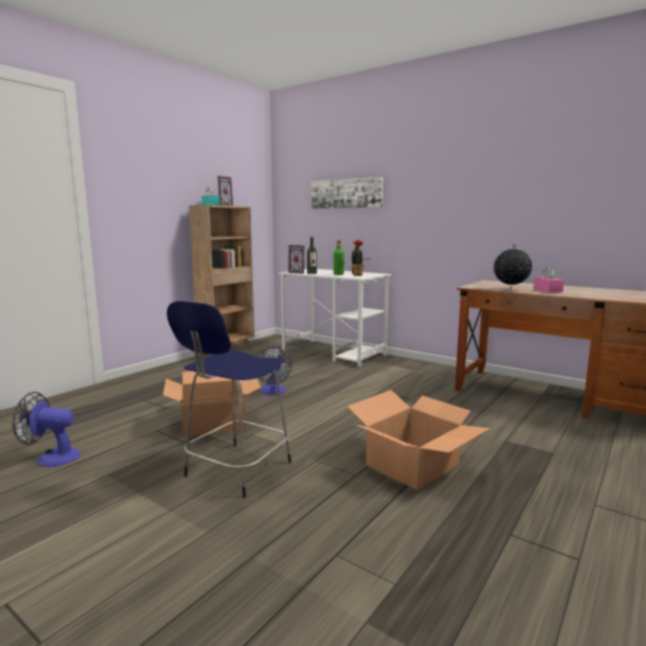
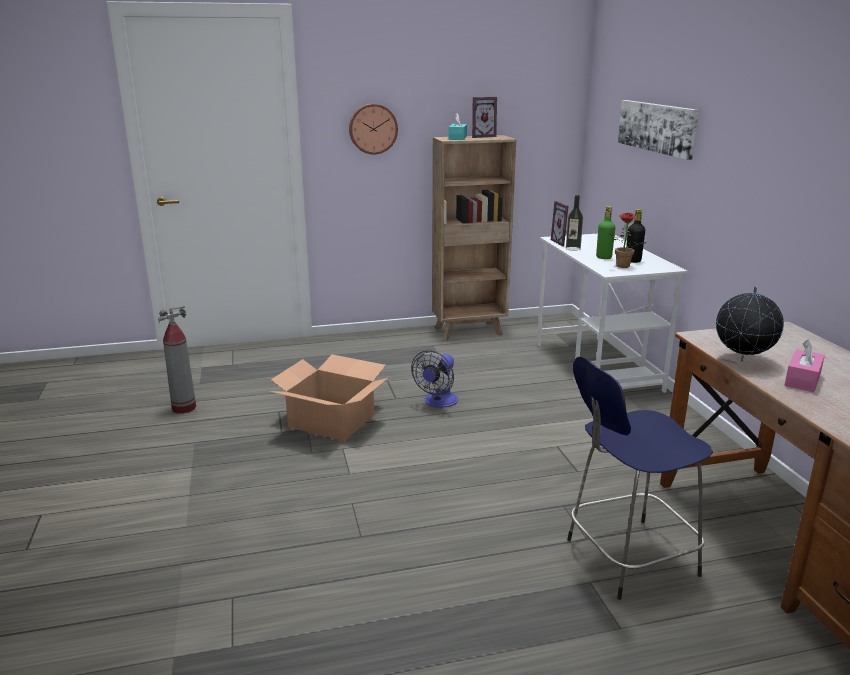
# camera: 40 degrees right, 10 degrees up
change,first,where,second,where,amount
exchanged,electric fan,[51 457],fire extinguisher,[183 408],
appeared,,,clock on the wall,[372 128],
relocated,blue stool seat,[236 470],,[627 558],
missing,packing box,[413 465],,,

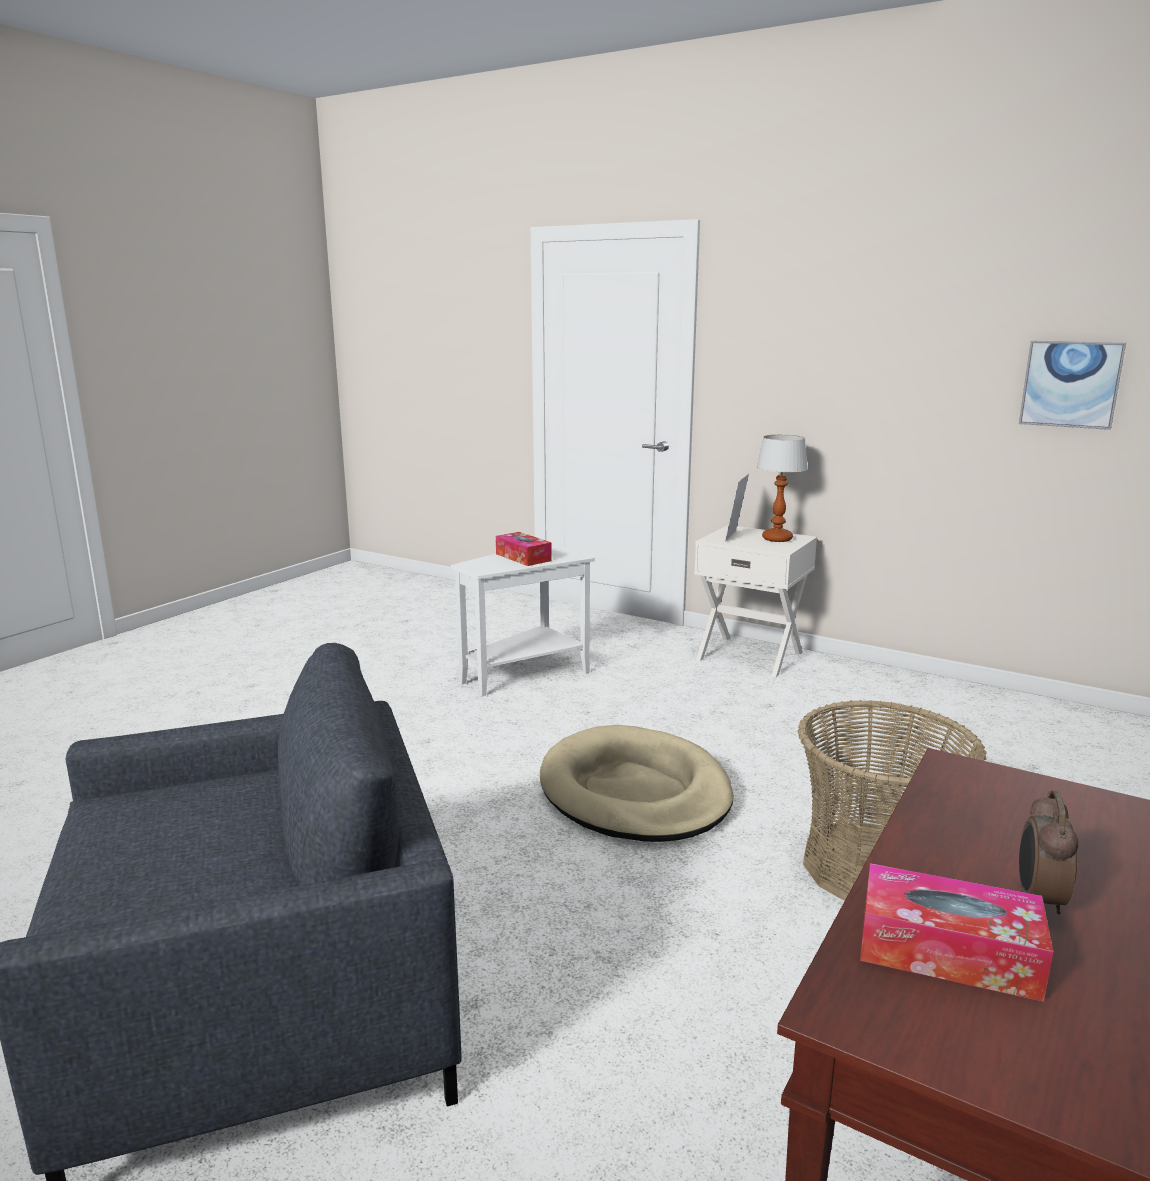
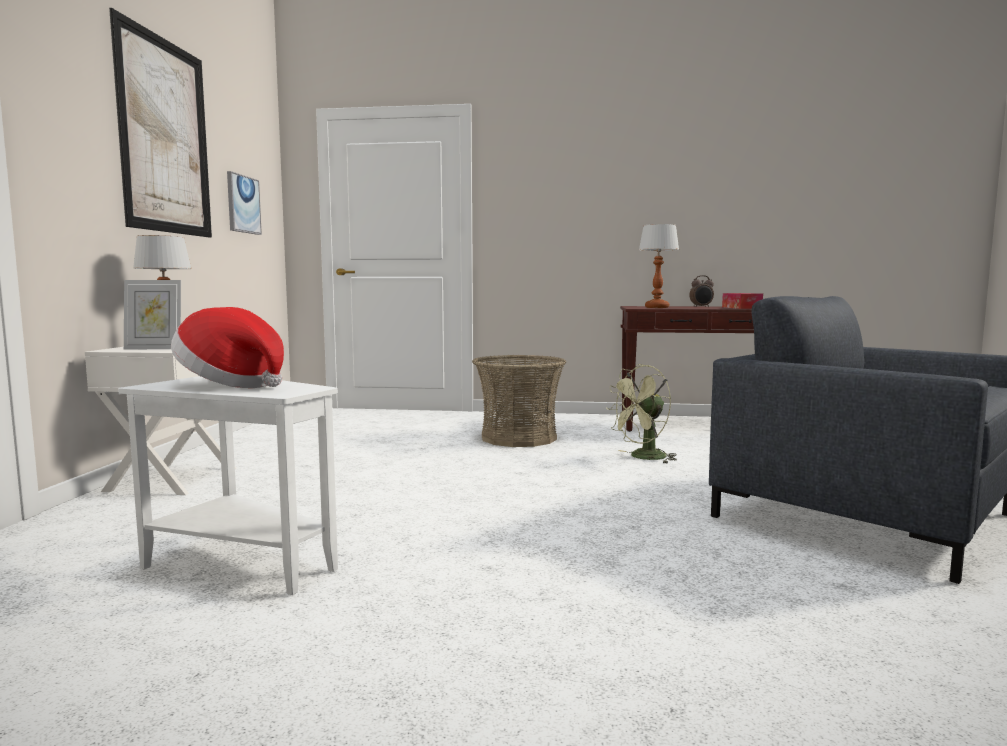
# camera: 115 degrees left, 10 degrees down
change,first,where,second,where,amount
appeared,,,picture,[165 136],
exchanged,tissue holder,[523 557],wearable hat,[231 384],
appeared,,,green electric fan,[643 457],
appeared,,,tabletop lamp,[656 307],
missing,beige dog cushion,[635 792],,,

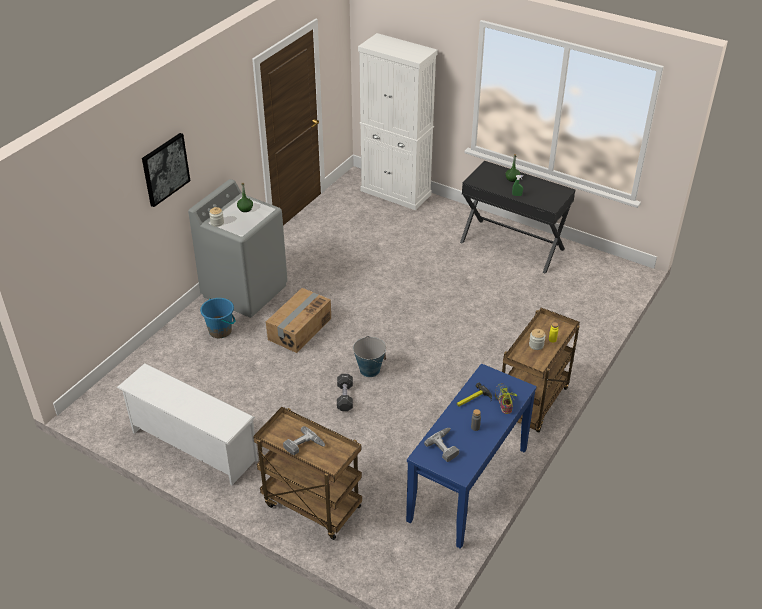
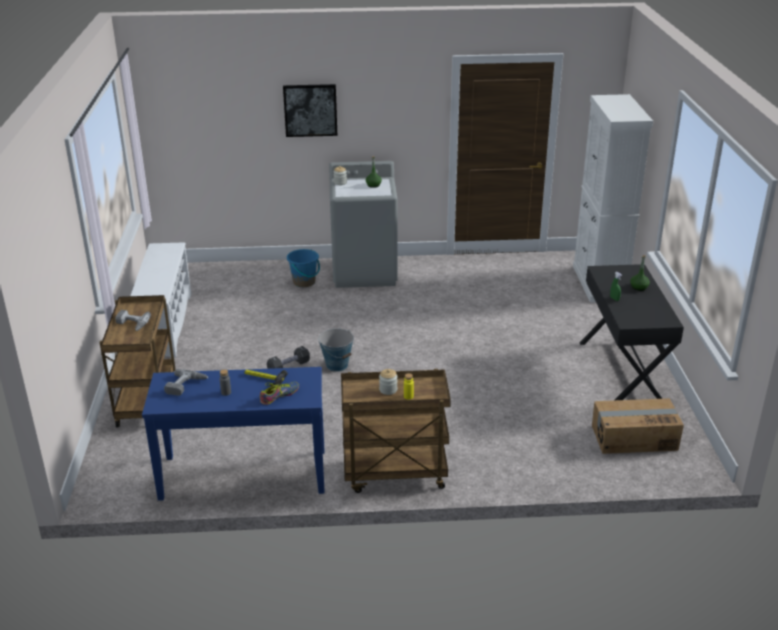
# camera: 55 degrees right, 10 degrees down
change,first,where,second,where,amount
relocated,packing box,[299 329],,[633 437],

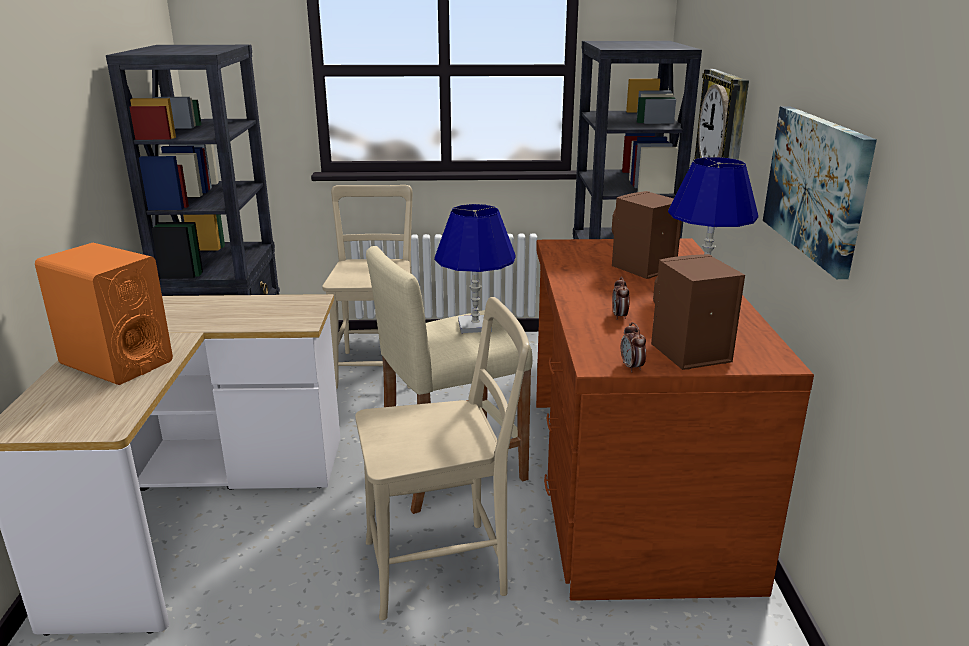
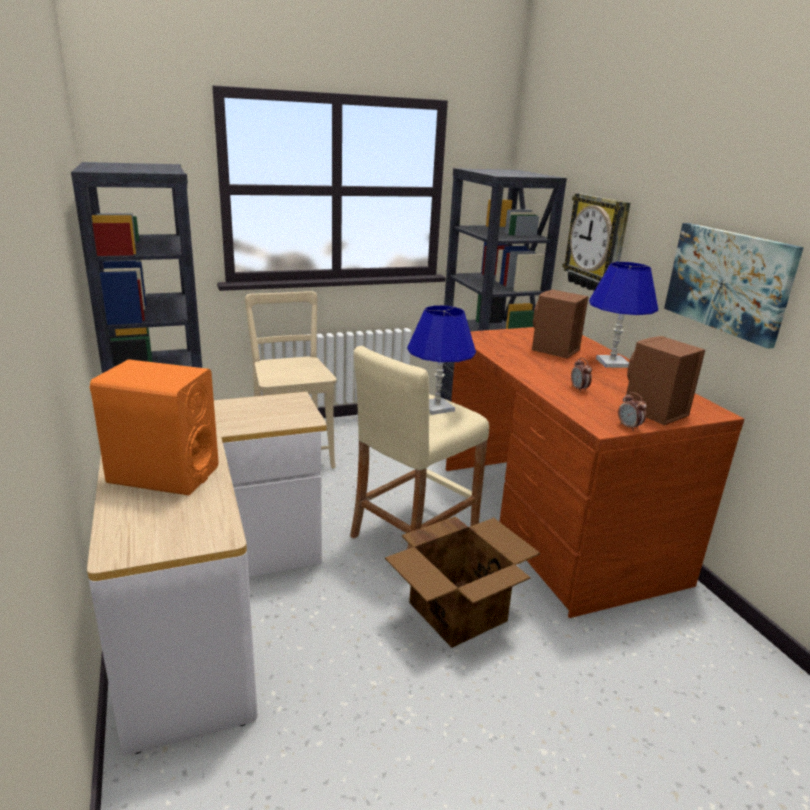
# camera: 20 degrees left, 0 degrees up
change,first,where,second,where,amount
exchanged,beige plain chair,[443 566],packing box,[459 611],

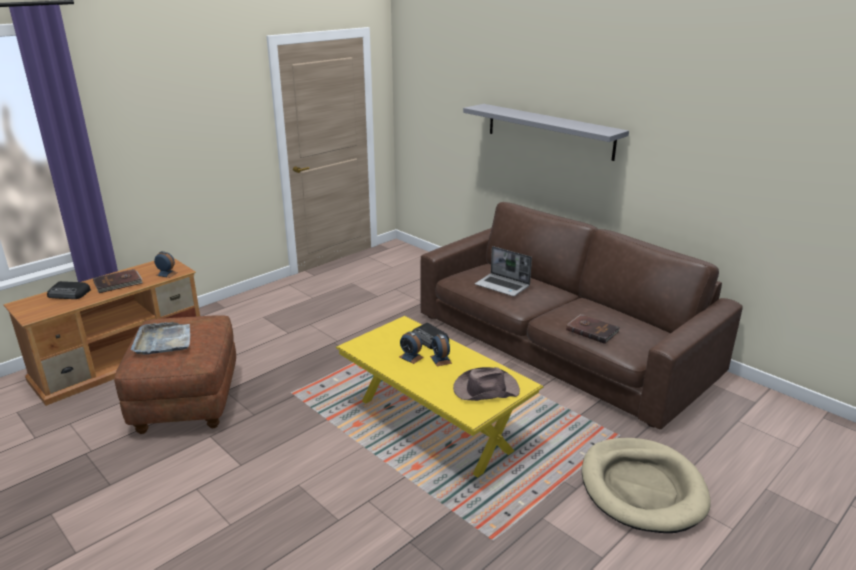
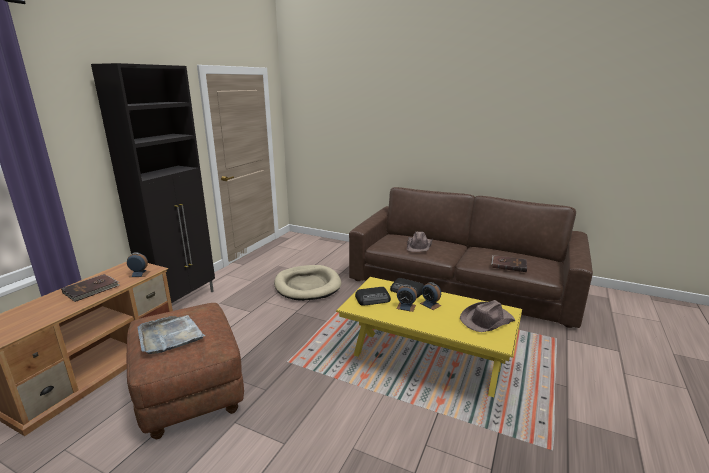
# camera: 20 degrees left, 5 degrees down
change,first,where,second,where,amount
appeared,,,black-coloured cabinet,[183 301],
relocated,beige dog cushion,[642 488],,[307 285],
relocated,radio receiver,[69 294],,[373 299],
exchanged,laptop,[503 286],brown wearable hat,[419 245],
missing,greyish bracket shelf,[549 131],,,

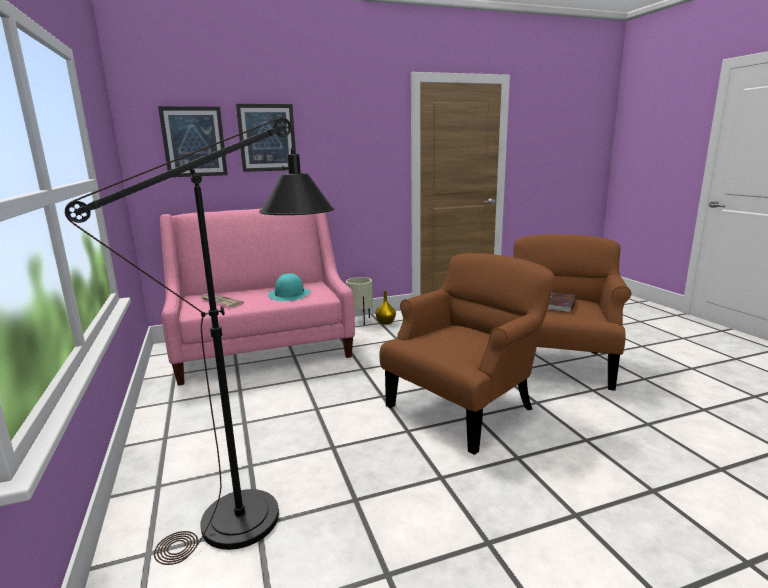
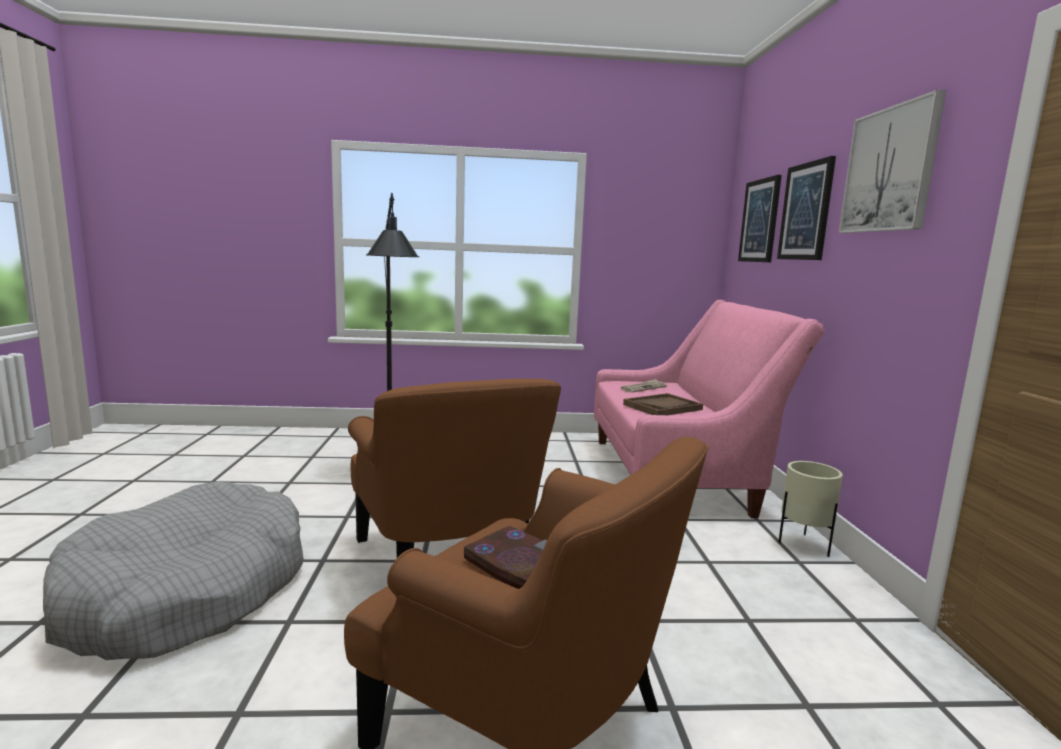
# camera: 105 degrees right, 5 degrees down
change,first,where,second,where,amount
appeared,,,greyish dog cushion,[188 592],
exchanged,blue-green wearable hat,[289 294],brown serving tray,[662 407],
appeared,,,picture,[890 170],
missing,yellowish flower vase,[386 323],,,

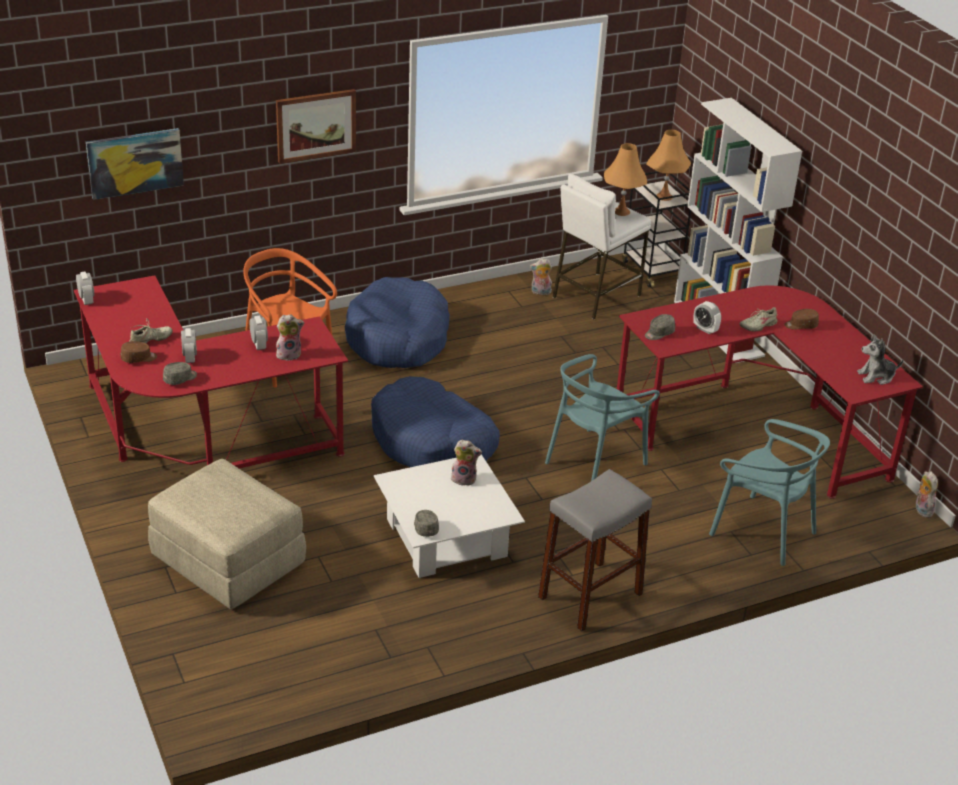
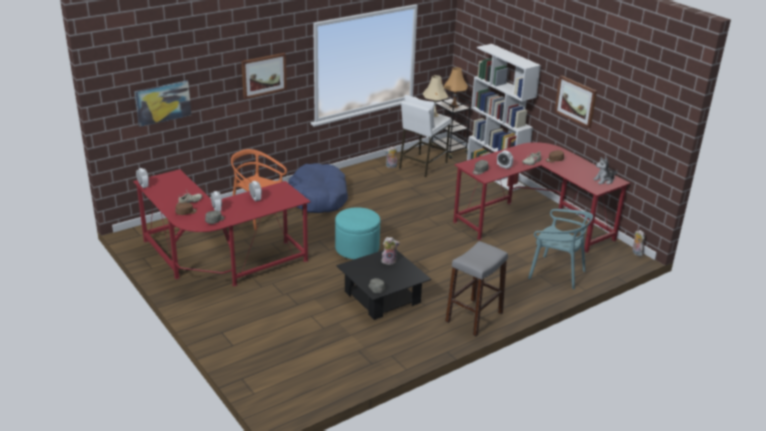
# camera: 10 degrees left, 5 degrees down
change,first,where,second,where,amount
exchanged,blue dog cushion,[432 442],blue-green ottoman,[357 248],
colour,white-coloured lounge table,[446 538],black-coloured lounge table,[382 297],
colour,orange tabletop lamp,[621 211],beige tabletop lamp,[434 115],
appeared,,,picture,[576 101],
missing,beige ottoman,[227 561],,,
missing,cuddly toy,[289 354],,,
missing,blue-green plain chair,[594 461],,,

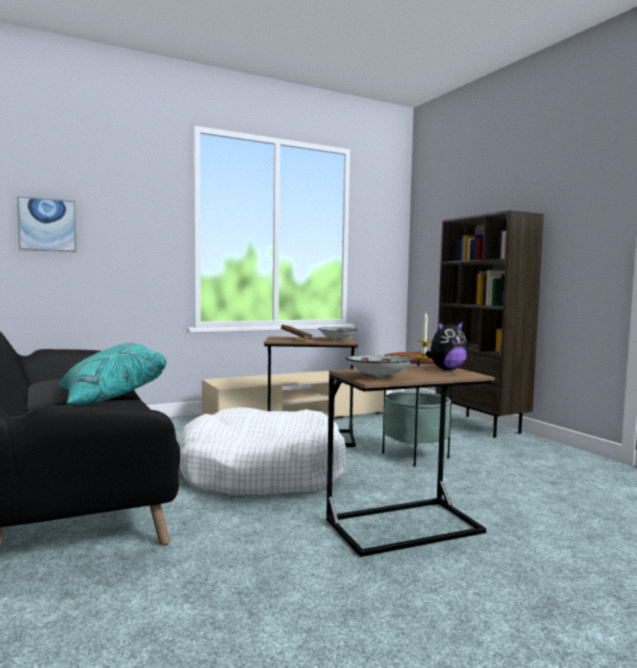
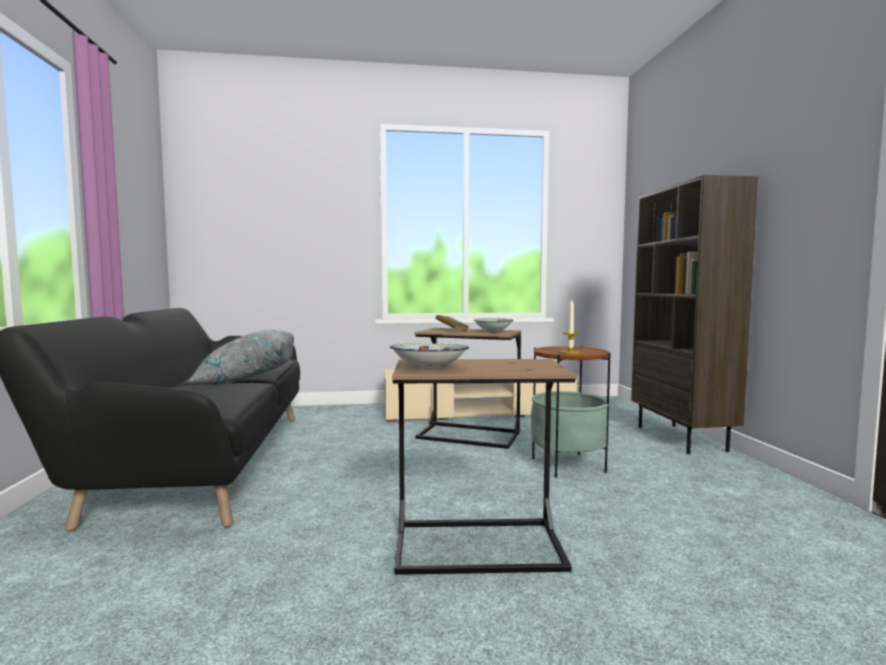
# camera: 20 degrees right, 0 degrees up
change,first,where,second,where,amount
colour,blue-green pillow,[110 396],greyish pillow,[247 379],
missing,picture,[47 225],,,
missing,white-coloured dog cushion,[261 473],,,
missing,cuddly toy,[446 369],,,

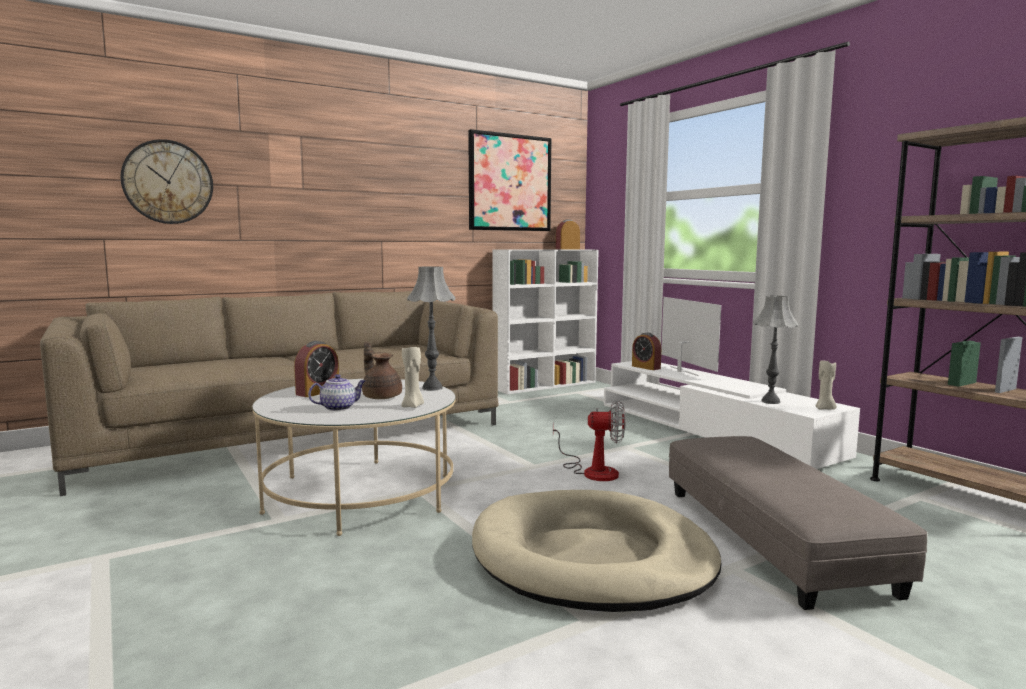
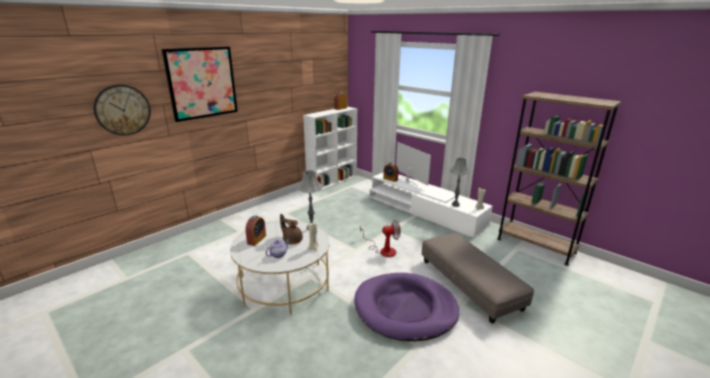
# camera: 15 degrees left, 15 degrees up
change,first,where,second,where,amount
relocated,picture,[510 183],,[202 83],
colour,beige dog cushion,[592 558],purplish dog cushion,[405 309],
missing,brown settee,[295 434],,,

